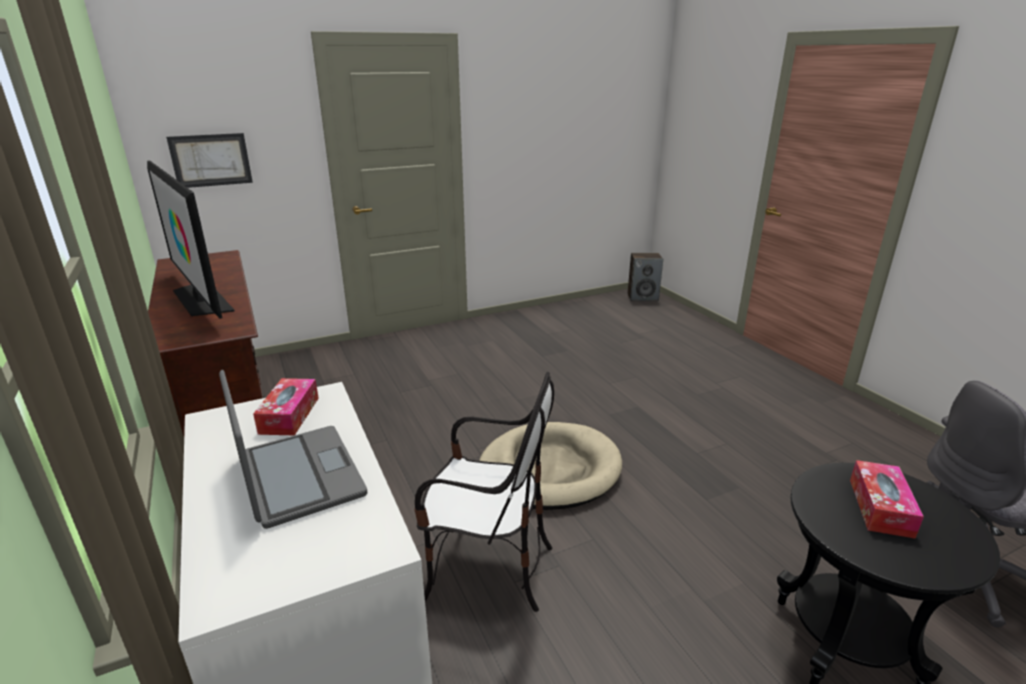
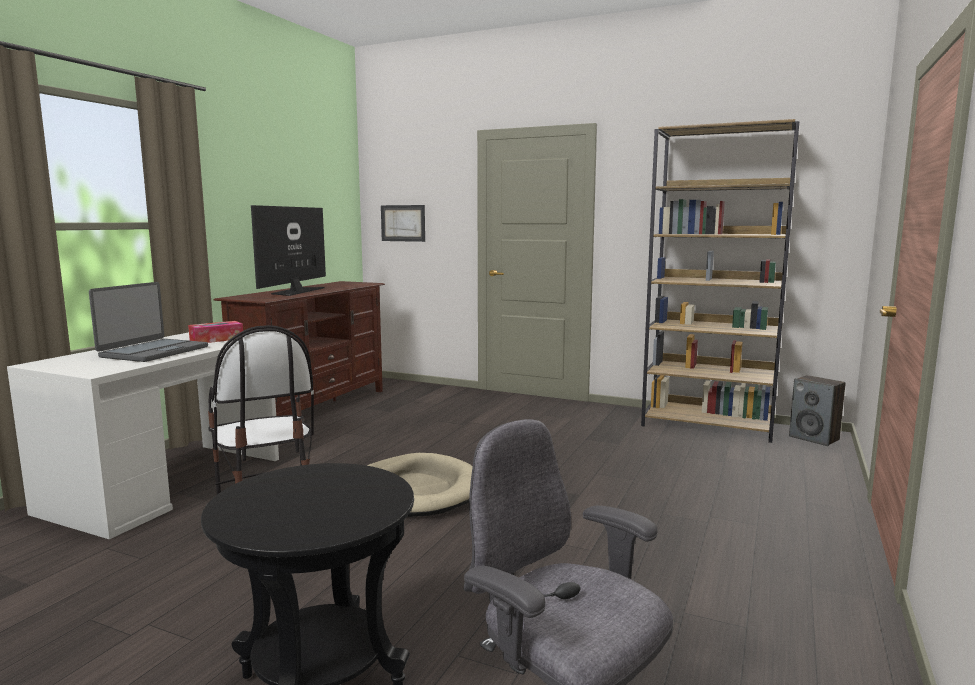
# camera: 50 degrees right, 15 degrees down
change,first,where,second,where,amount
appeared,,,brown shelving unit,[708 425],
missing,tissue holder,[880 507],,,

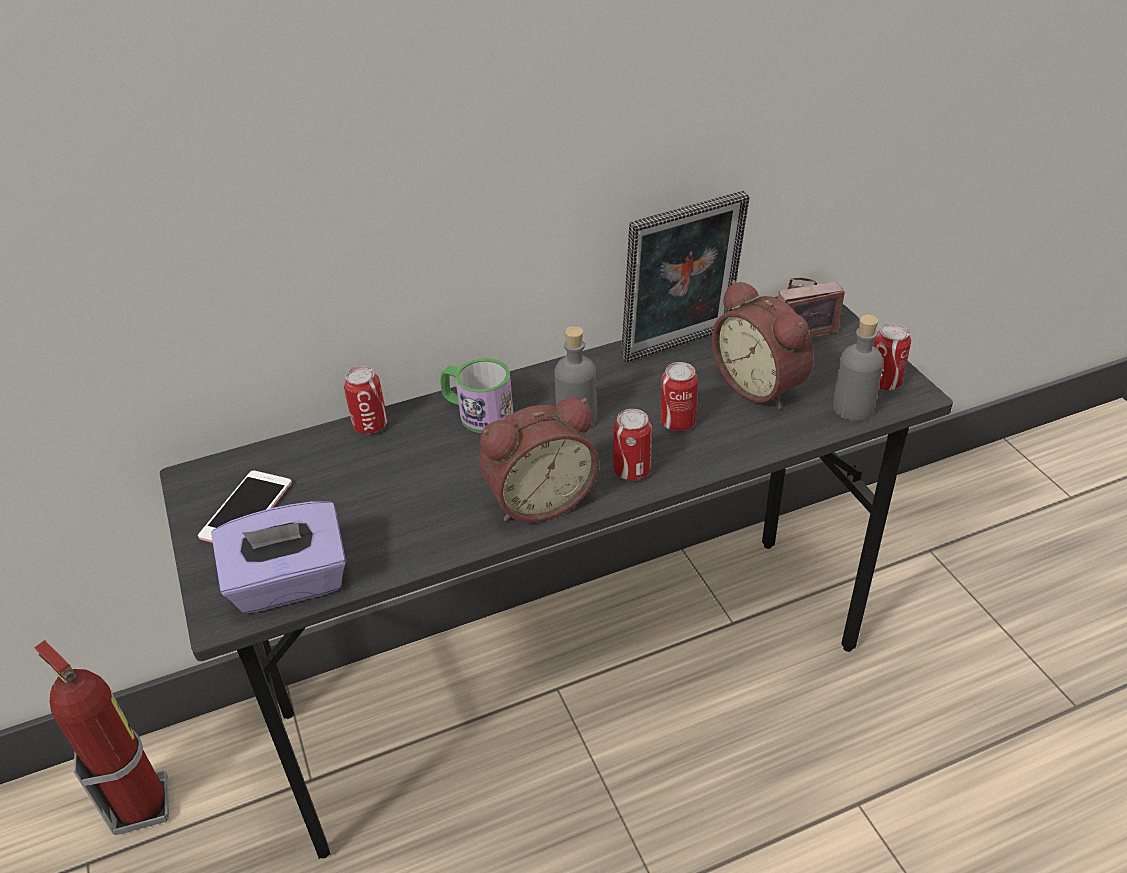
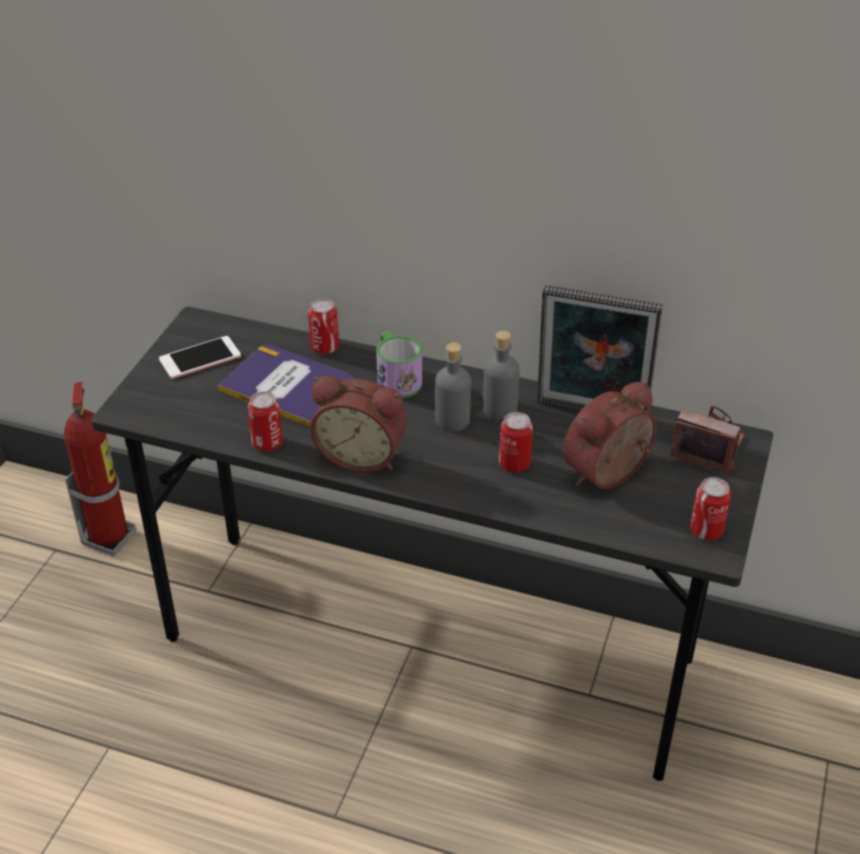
# camera: 40 degrees right, 0 degrees up
change,first,where,second,where,amount
appeared,,,bound book,[288 386],
relocated,metal can,[632 470],,[267 443],
relocated,greyish drink bottle,[852 408],,[500 408],
spun,bedside clock,[761 385],,[610 476],45 degrees clockwise
missing,purplish tissue holder,[290 584],,,

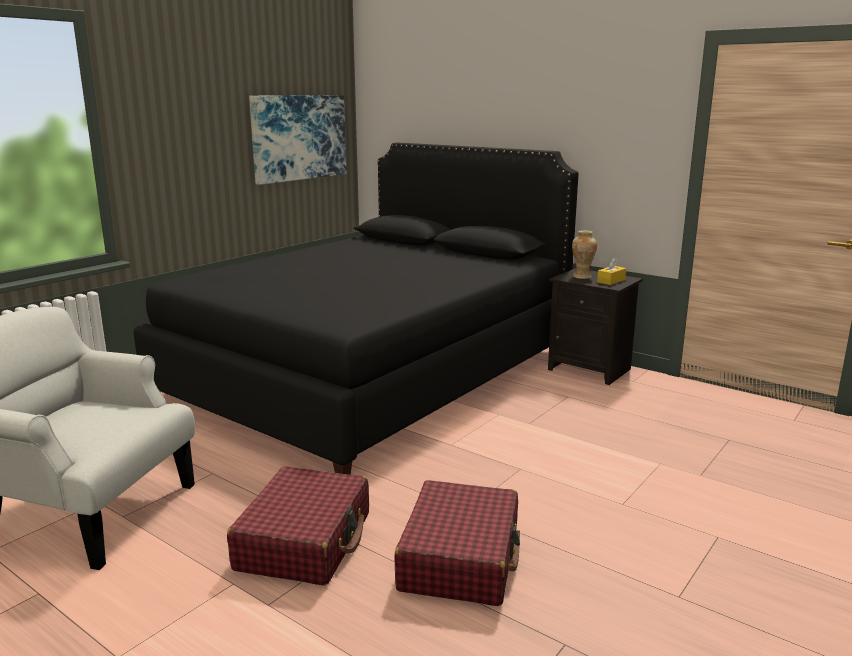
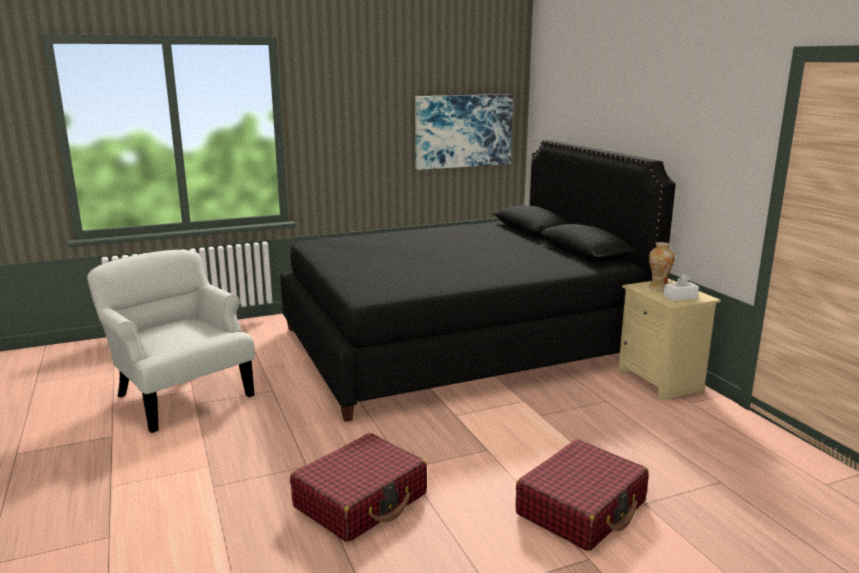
# camera: 30 degrees right, 0 degrees up
change,first,where,second,where,amount
relocated,red piece of luggage,[305 541],,[581 508],
colour,black-coloured night table,[591 369],beige night table,[661 381],
colour,yellowish tissue holder,[611 281],white-coloured tissue holder,[680 297],

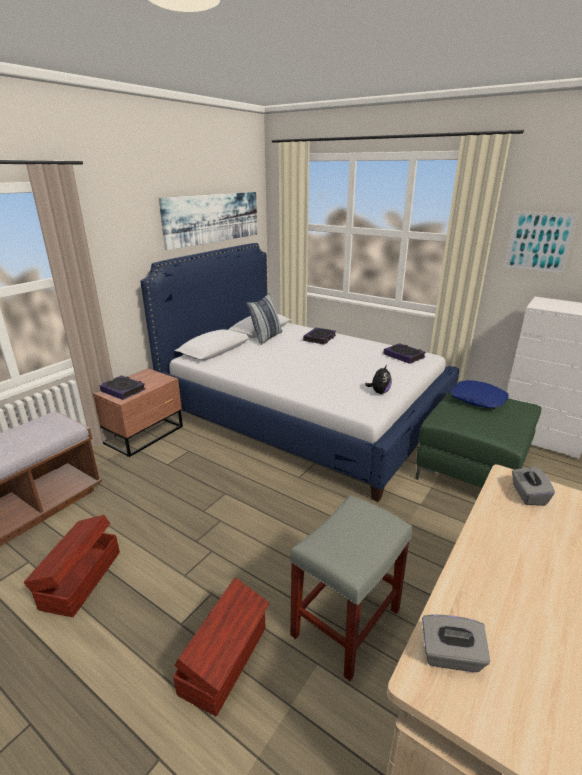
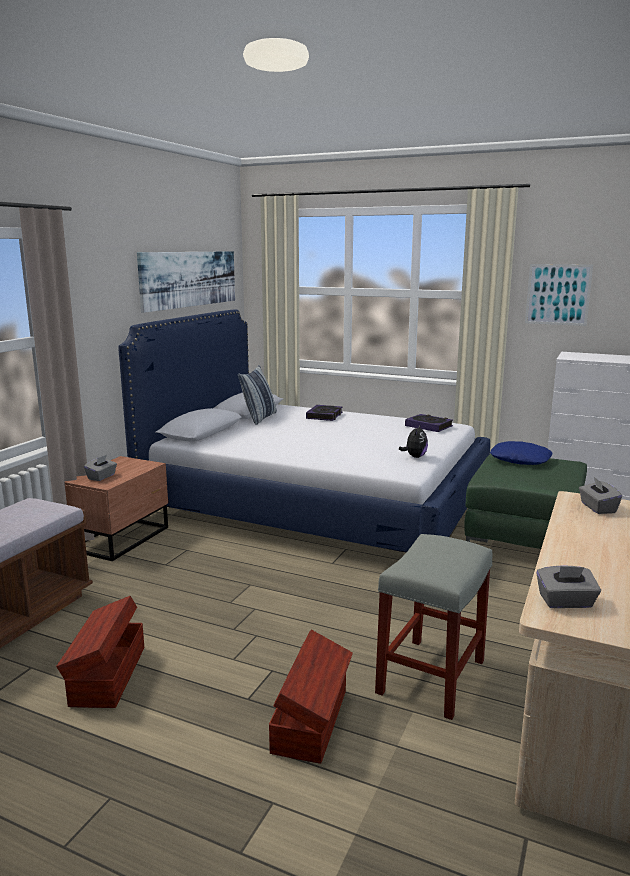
# camera: 10 degrees left, 10 degrees down
change,first,where,second,where,amount
exchanged,bound book,[123 390],greyish tissue holder,[101 477],

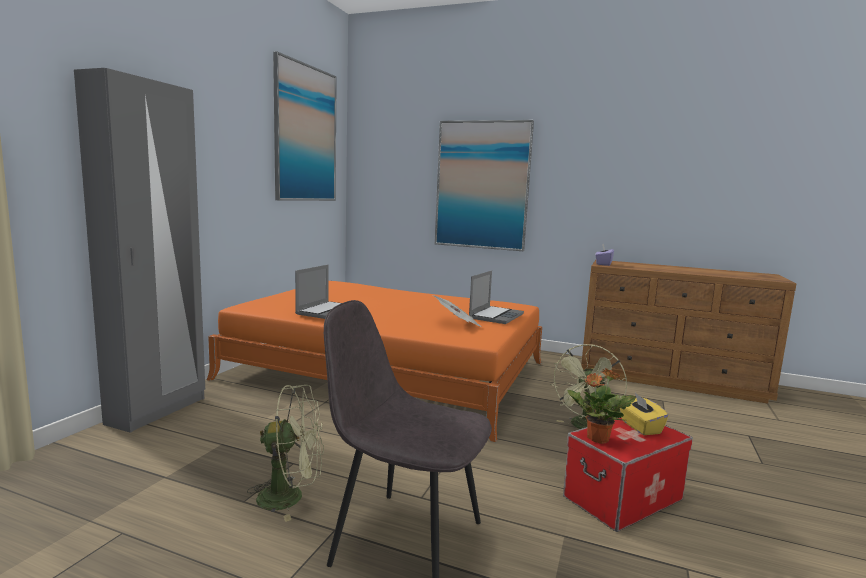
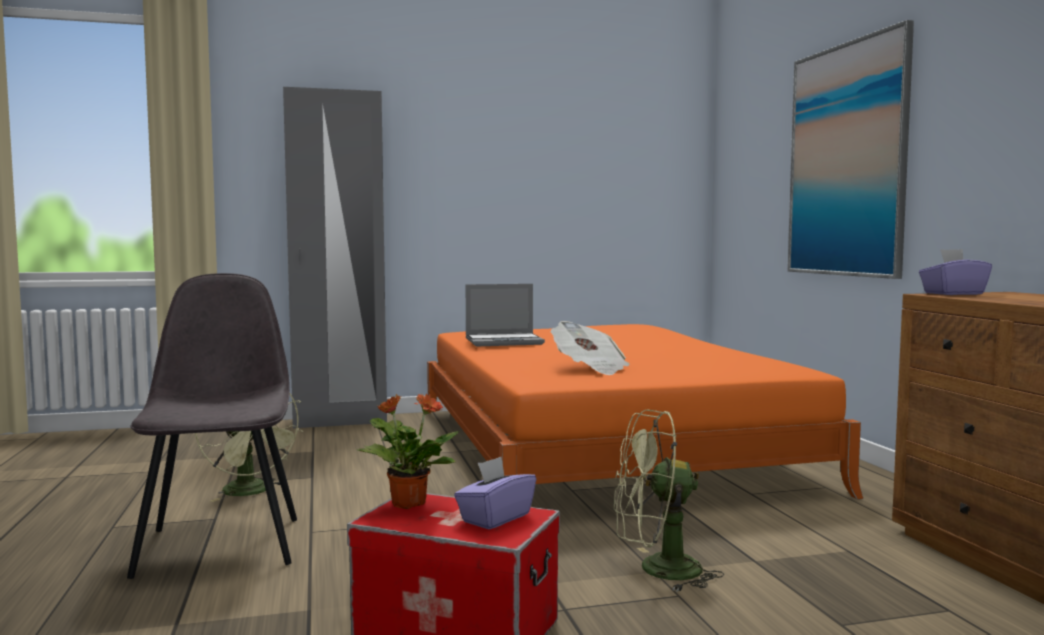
# camera: 55 degrees right, 5 degrees down
change,first,where,second,where,amount
colour,yellowish tissue holder,[640 427],purplish tissue holder,[495 518],
missing,picture,[305 134],,,
missing,laptop,[495 316],,,

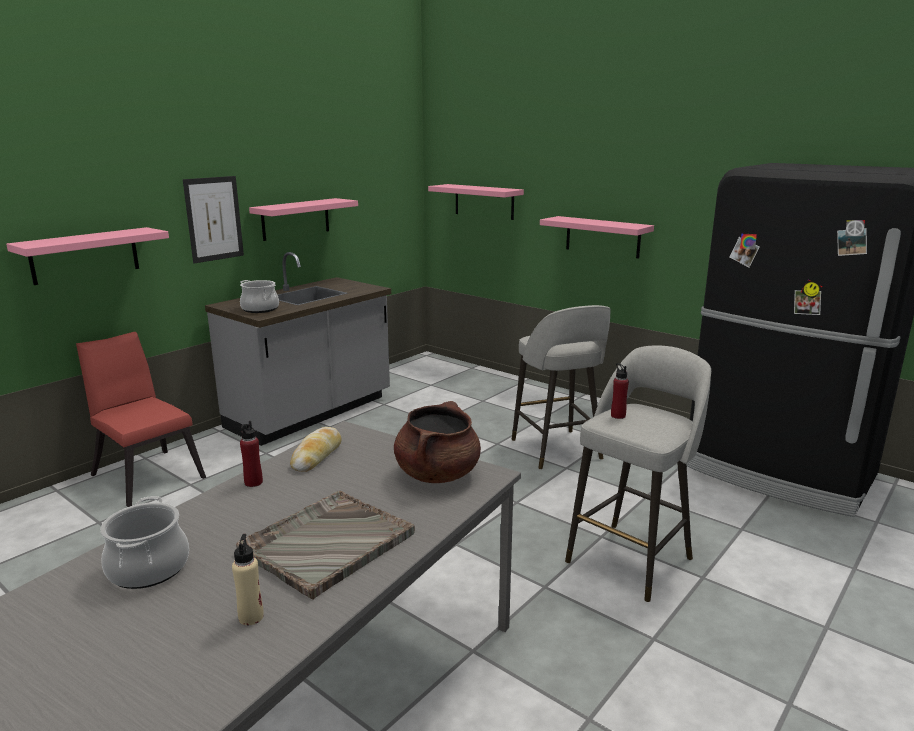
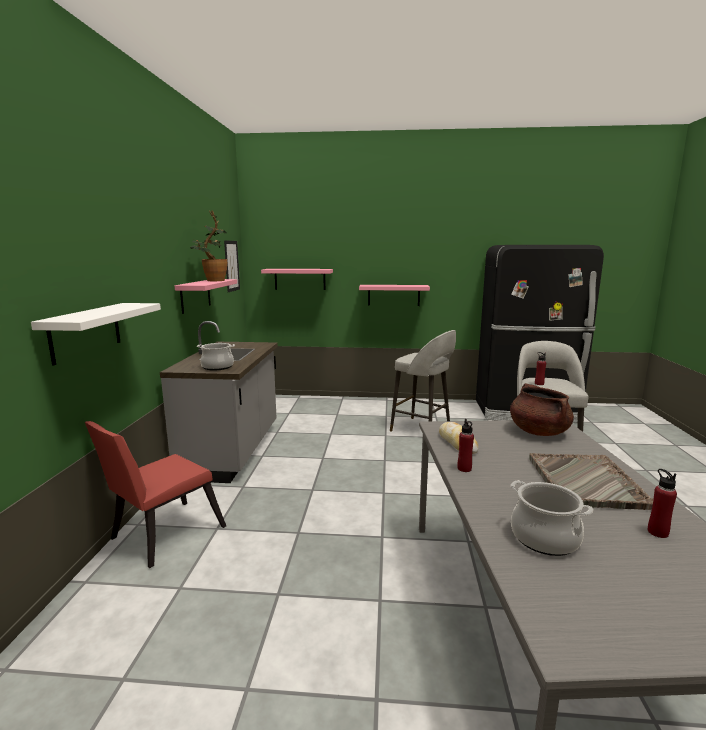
# camera: 35 degrees left, 5 degrees down
change,first,where,second,where,amount
colour,pink-coloured bracket shelf,[85 255],white-coloured bracket shelf,[86 332],
spun,red plain chair,[147 474],,[162 535],60 degrees counterclockwise
appeared,,,potted plant,[212 281],
relocated,picture,[214 219],,[232 266],
colour,beige drink bottle,[251 617],red drink bottle,[657 532],

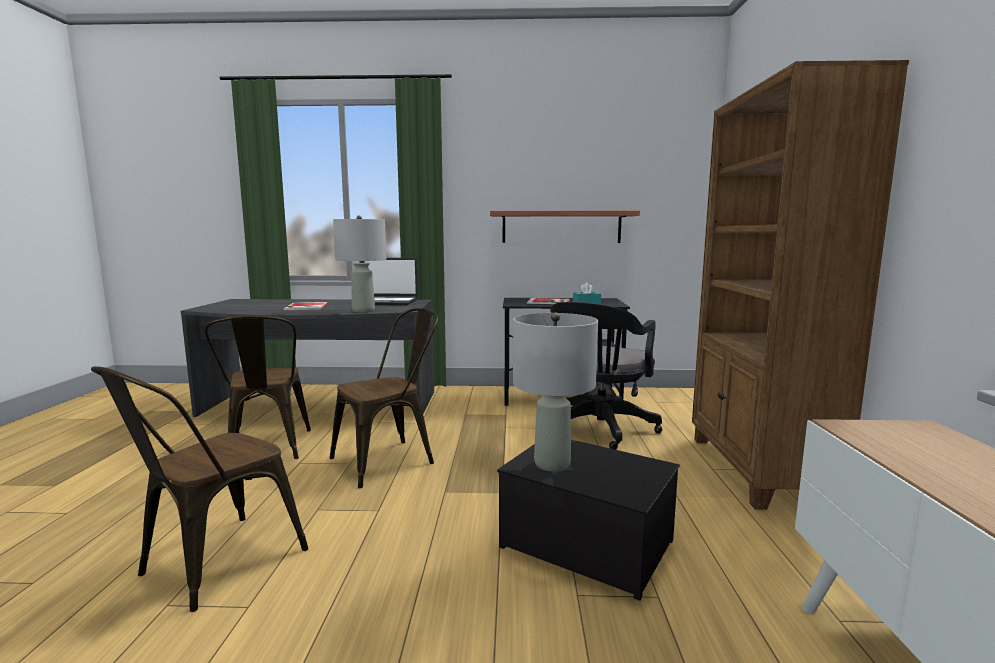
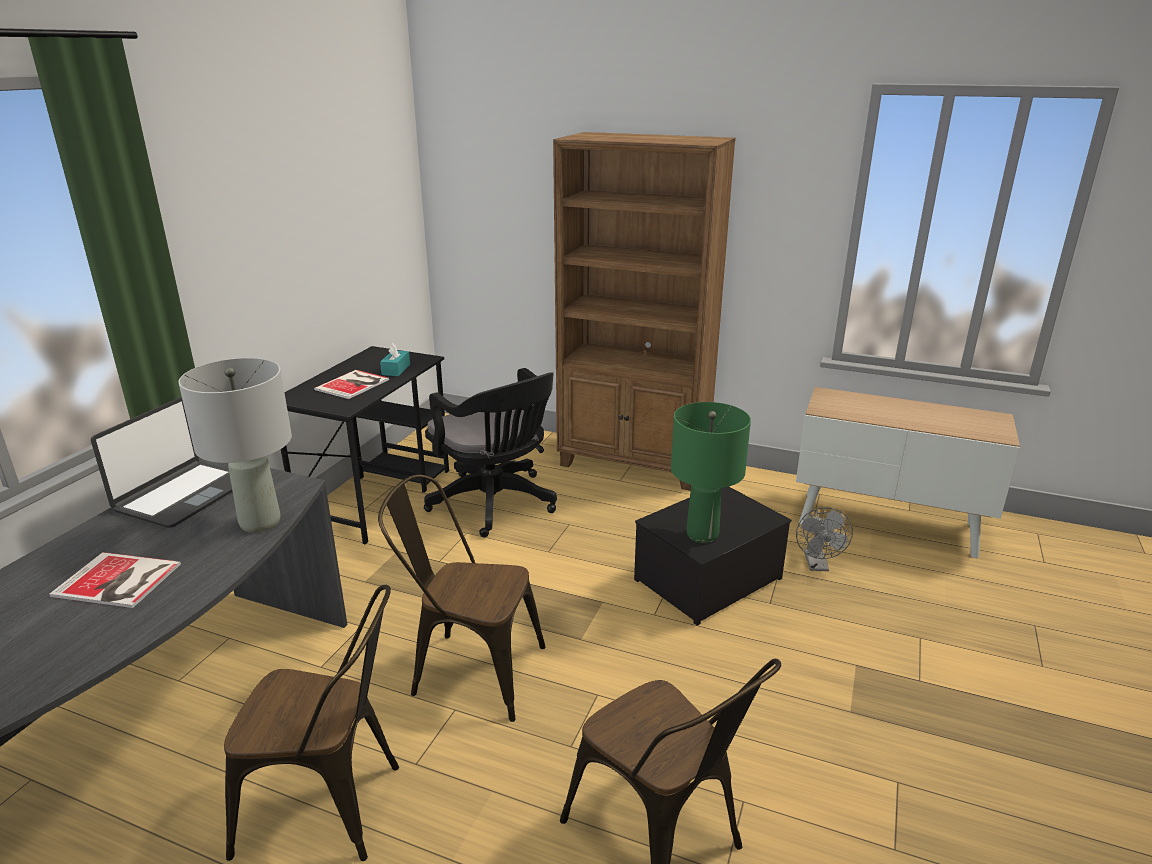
# camera: 70 degrees left, 15 degrees up
change,first,where,second,where,amount
spun,brown plain chair,[390 459],,[468 670],60 degrees counterclockwise
colour,greyish tabletop lamp,[552 463],green tabletop lamp,[701 534],
appeared,,,greyish electric fan,[817 565],
missing,bracket shelf,[561 227],,,

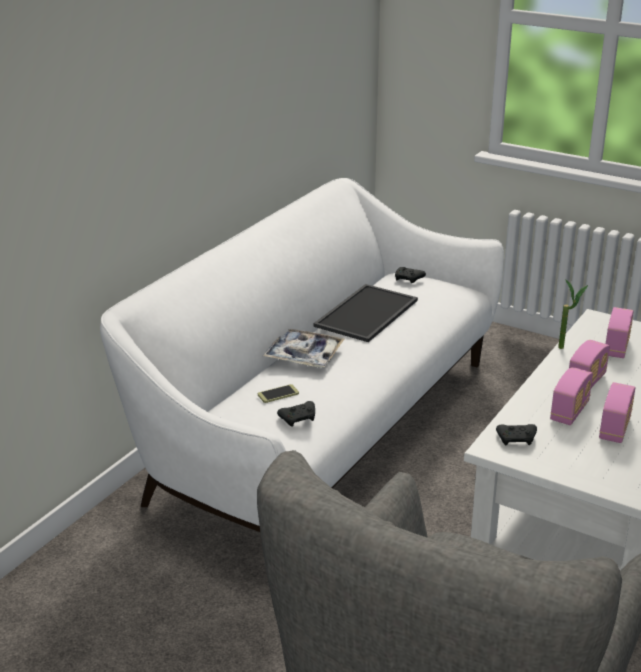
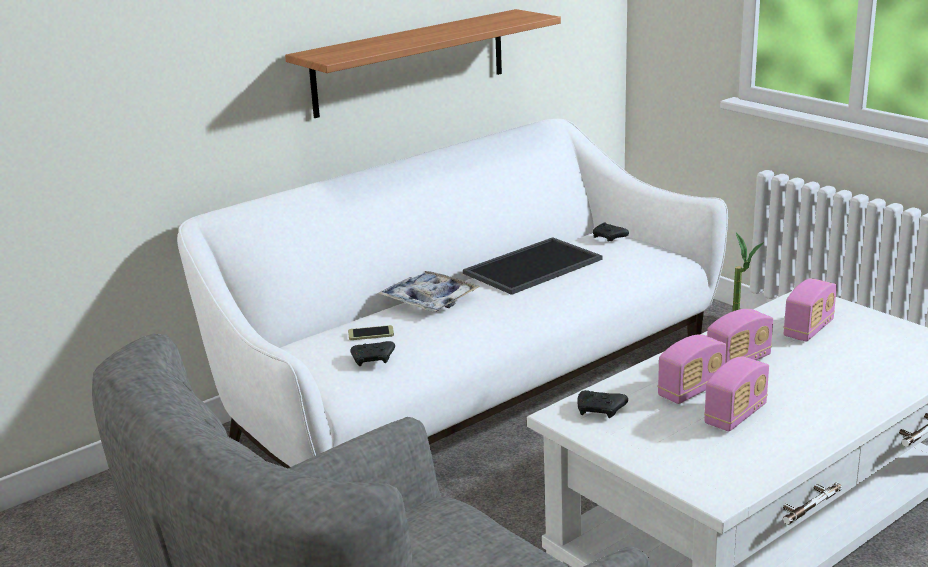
# camera: 20 degrees right, 5 degrees down
change,first,where,second,where,amount
appeared,,,bracket shelf,[410 62],

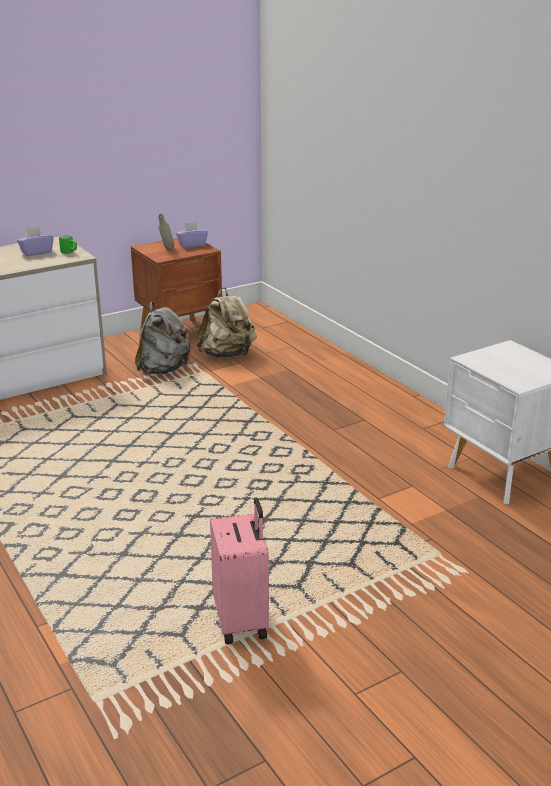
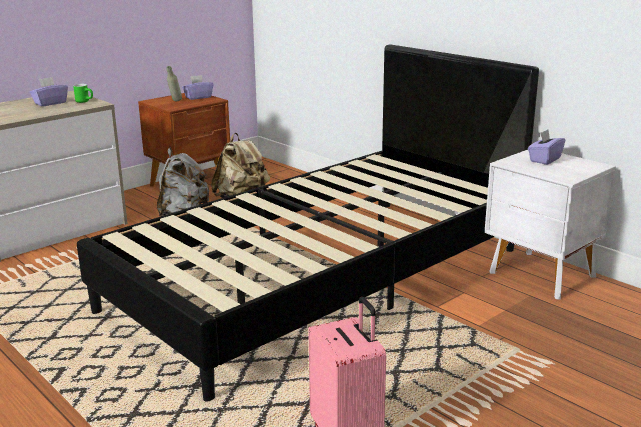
# camera: 10 degrees left, 5 degrees down
change,first,where,second,where,amount
appeared,,,black-coloured sleeping bed,[321 278],
appeared,,,purplish tissue holder,[544 160],

